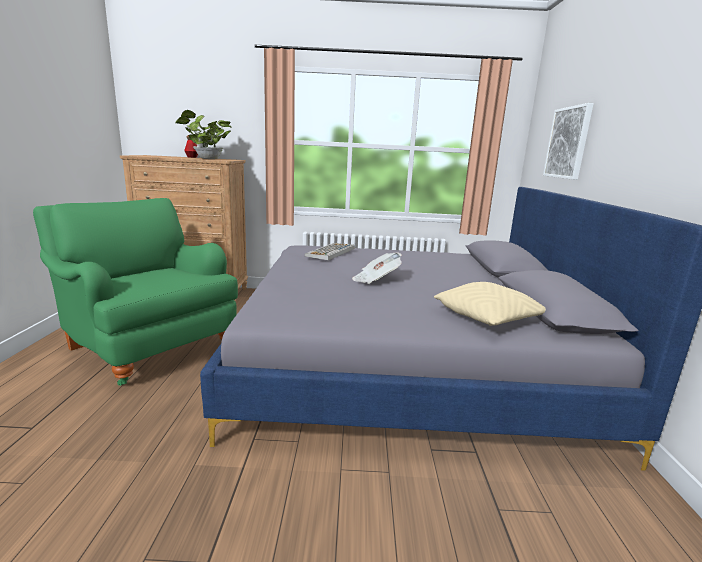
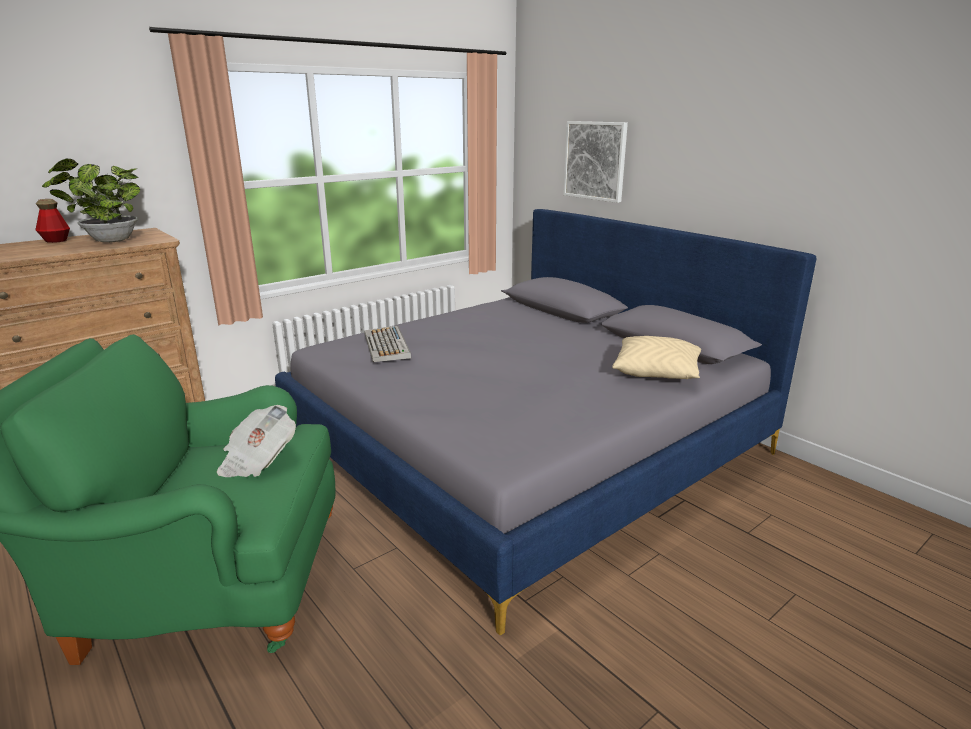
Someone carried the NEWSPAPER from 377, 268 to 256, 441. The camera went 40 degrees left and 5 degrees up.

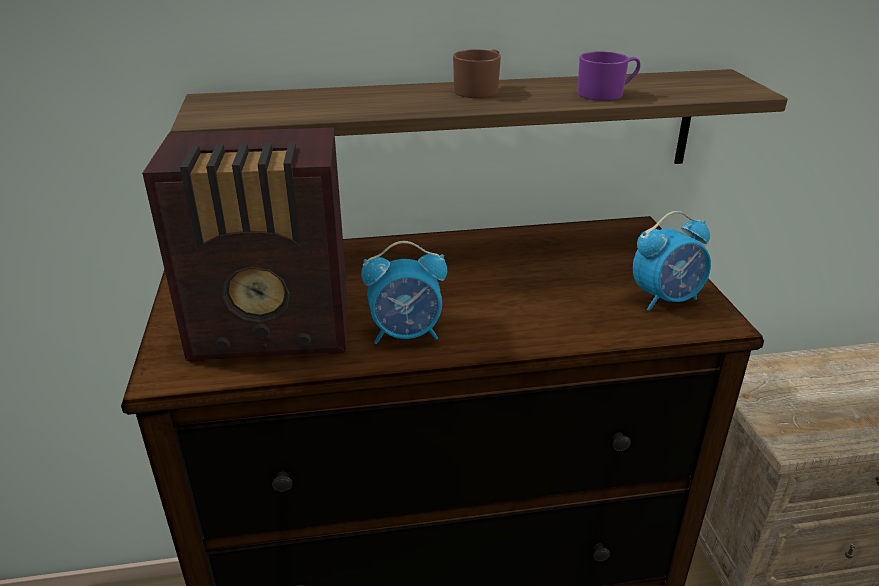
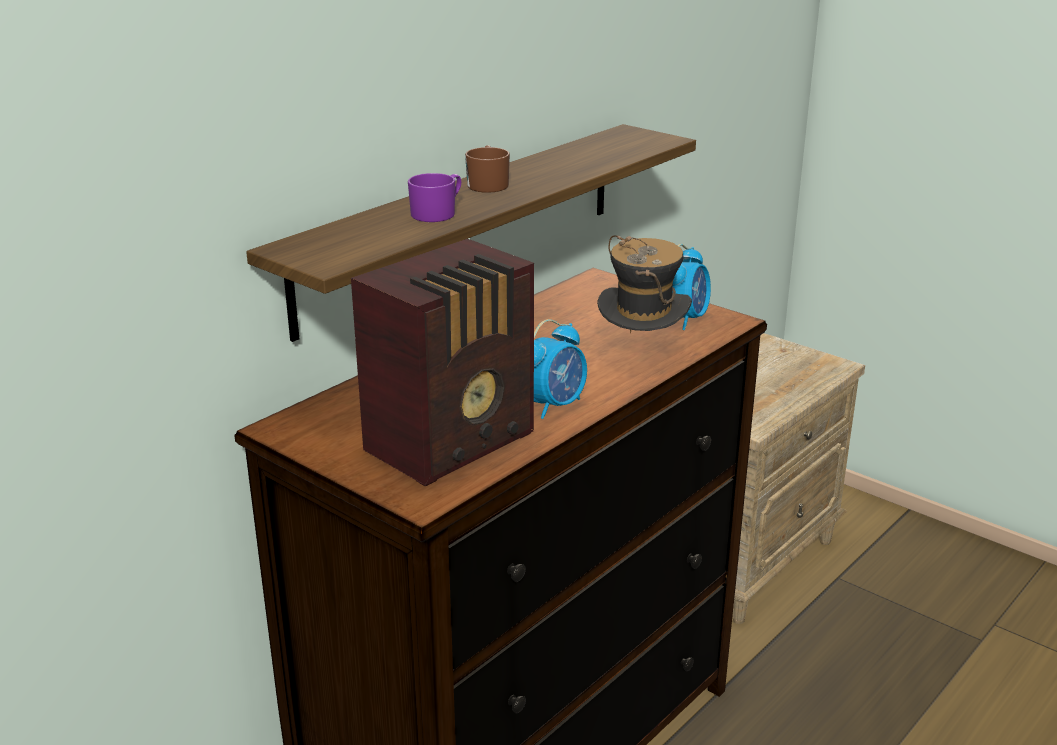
Someone carried the PURPLE MUG from 609, 76 to 434, 197. Someone put down the HAT at 644, 284. The camera went 40 degrees left and 5 degrees down.

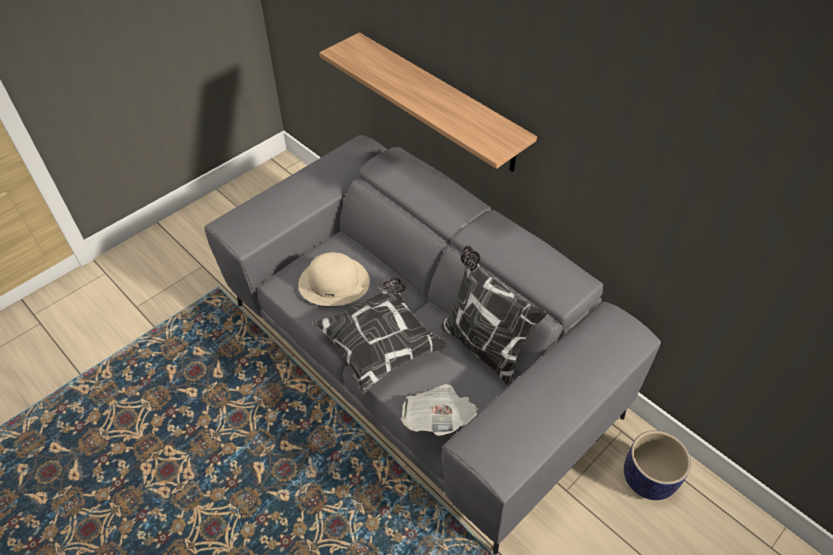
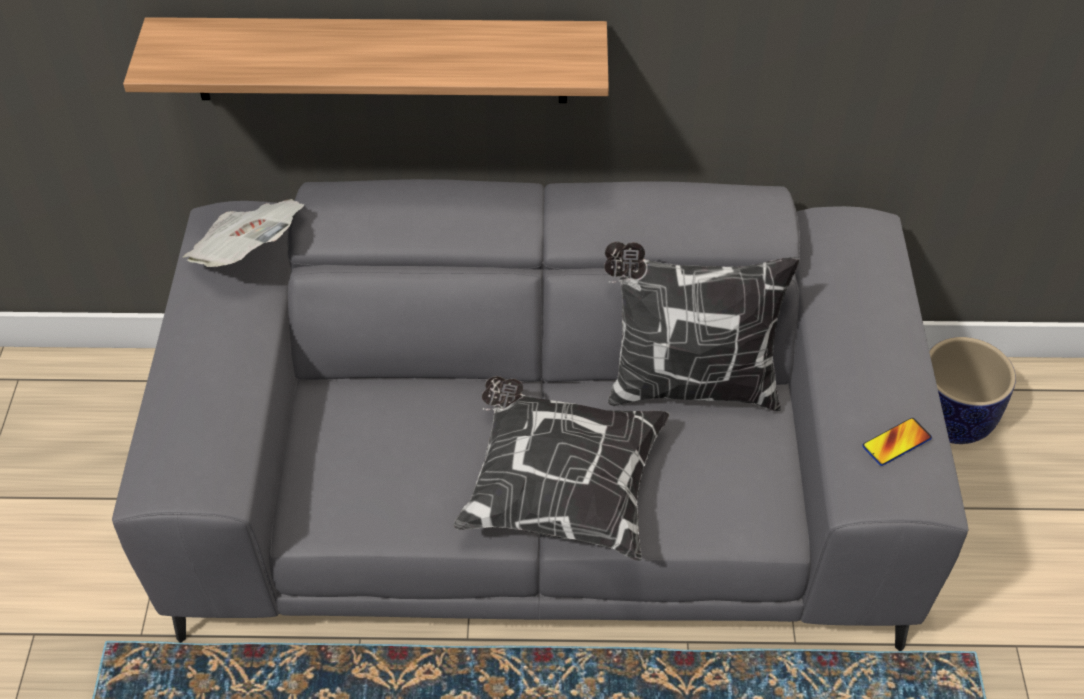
Someone took away the BEIGE HAT at 334, 279. Someone carried the NEWSPAPER from 439, 410 to 243, 233. Someone put down the PHONE at 897, 442. The camera went 45 degrees left and 0 degrees up.

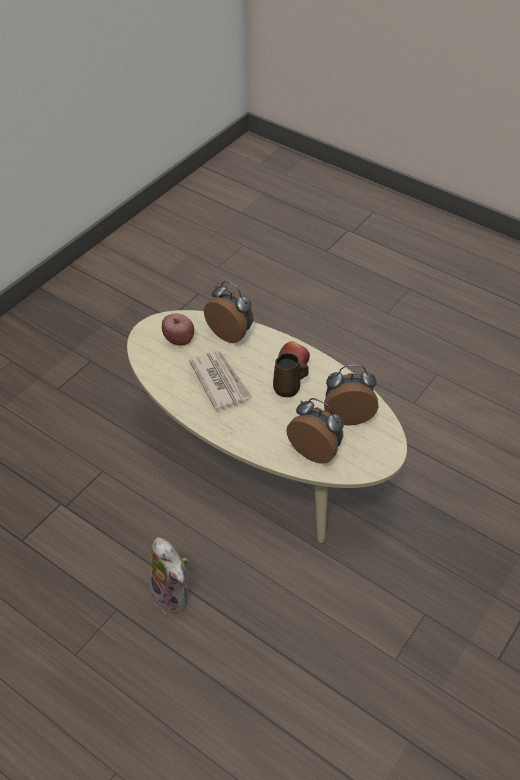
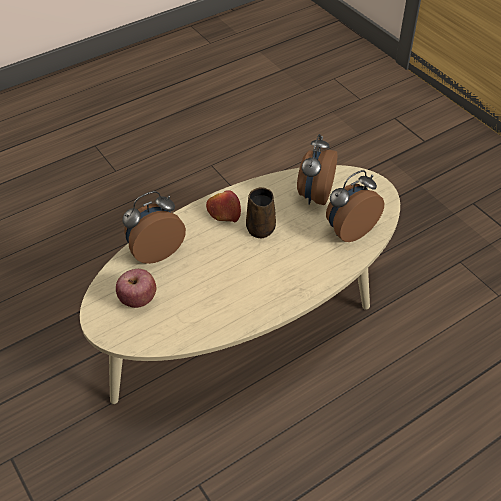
Someone took away the NEWSPAPER at 220, 381. Someone took away the PLUSH TOY at 168, 575. The camera went 70 degrees left and 0 degrees up.

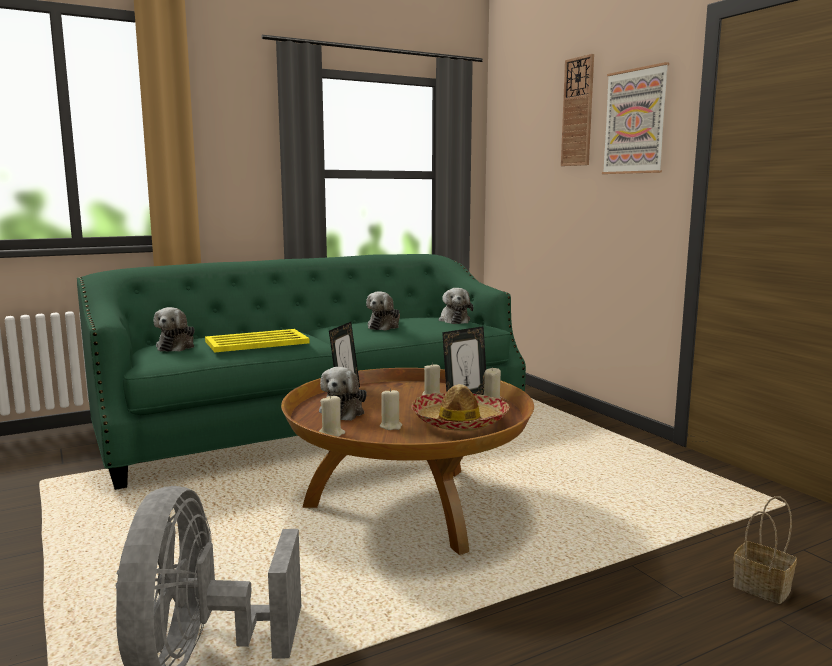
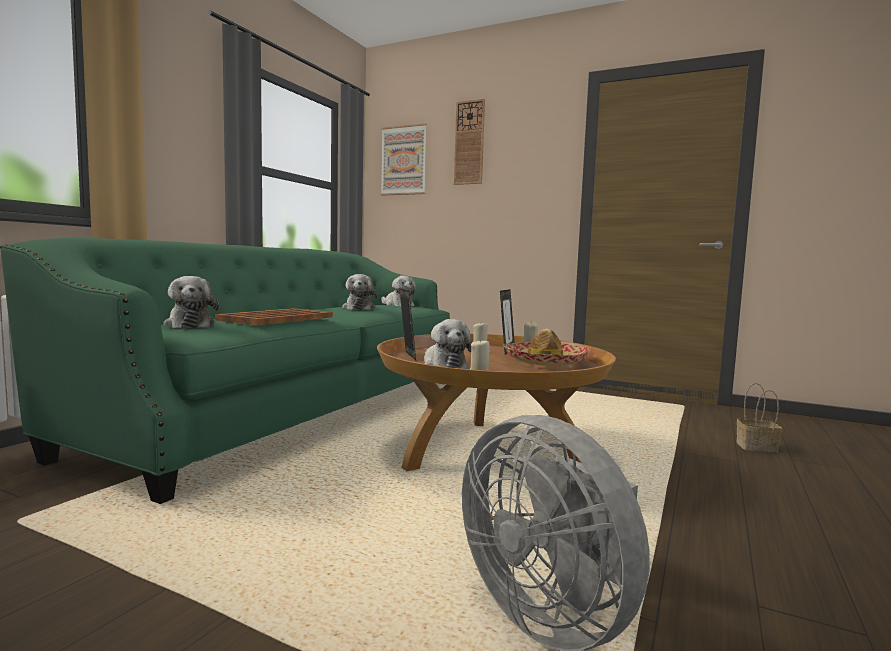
Someone carried the PICTURE from 635, 118 to 403, 159. Someone repainted the YELLOW TRAY at 257, 341, which became the BROWN TRAY at 274, 316. Someone took away the BEIGE CANDLE at 391, 409. The camera went 35 degrees left and 5 degrees down.

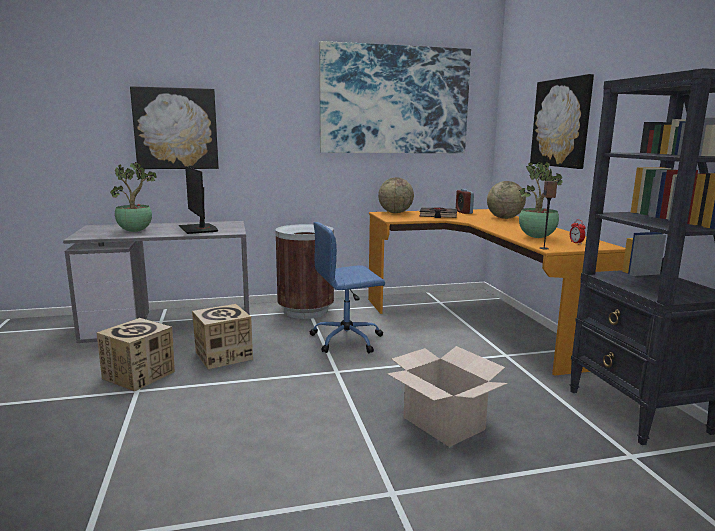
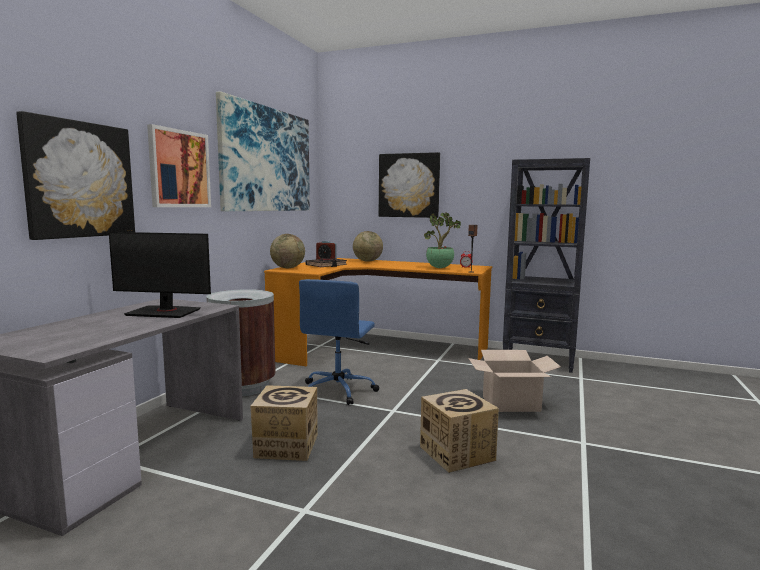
Someone took away the POTTED PLANT at 133, 197. Someone carried the CARDBOARD BOX from 136, 355 to 459, 431. Someone put up the PICTURE at 179, 165. The camera went 55 degrees left and 5 degrees down.

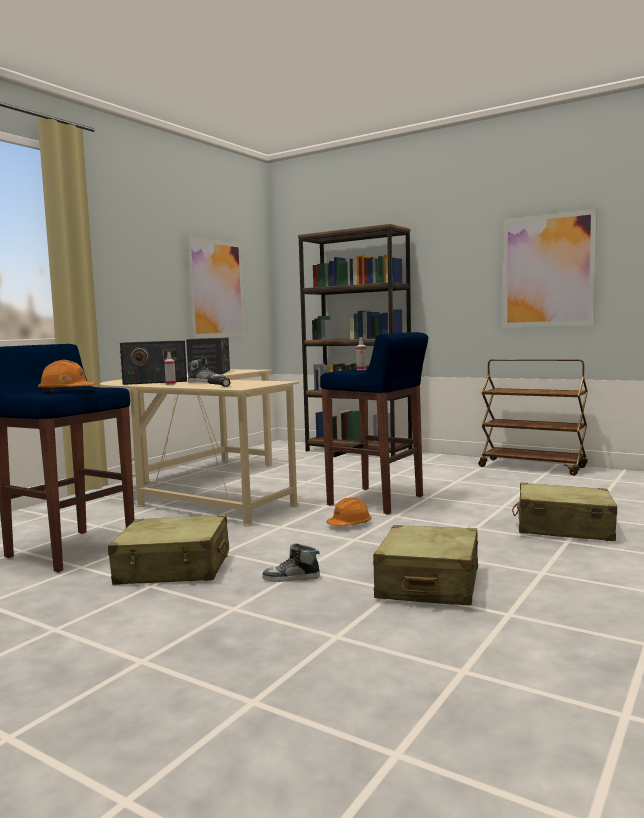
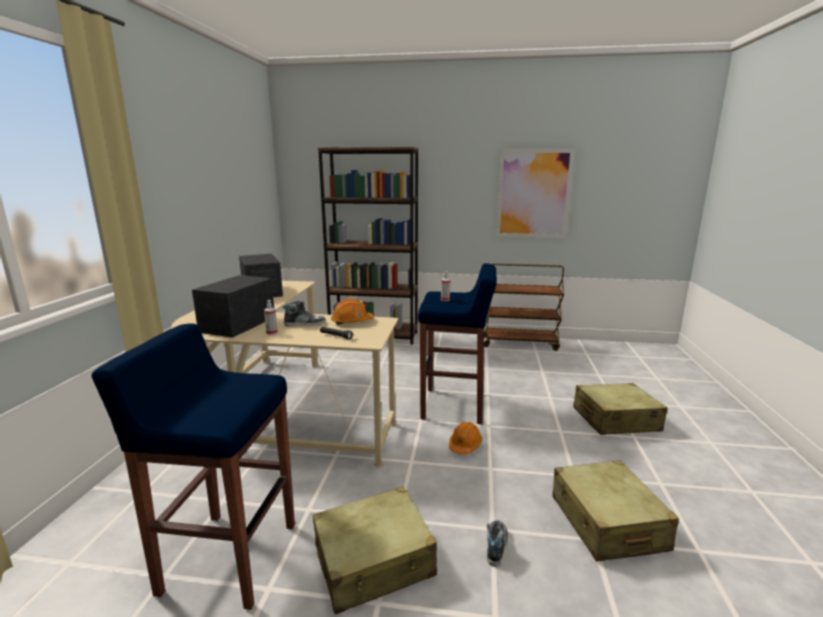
Someone took away the PICTURE at 215, 287. Someone rotated the RADIO at 153, 362 by 150 degrees clockwise. Someone carried the ORANGE HARD HAT from 66, 376 to 352, 311. Someone rotated the SHOE at 291, 562 by 135 degrees clockwise. The camera went 25 degrees left and 10 degrees up.

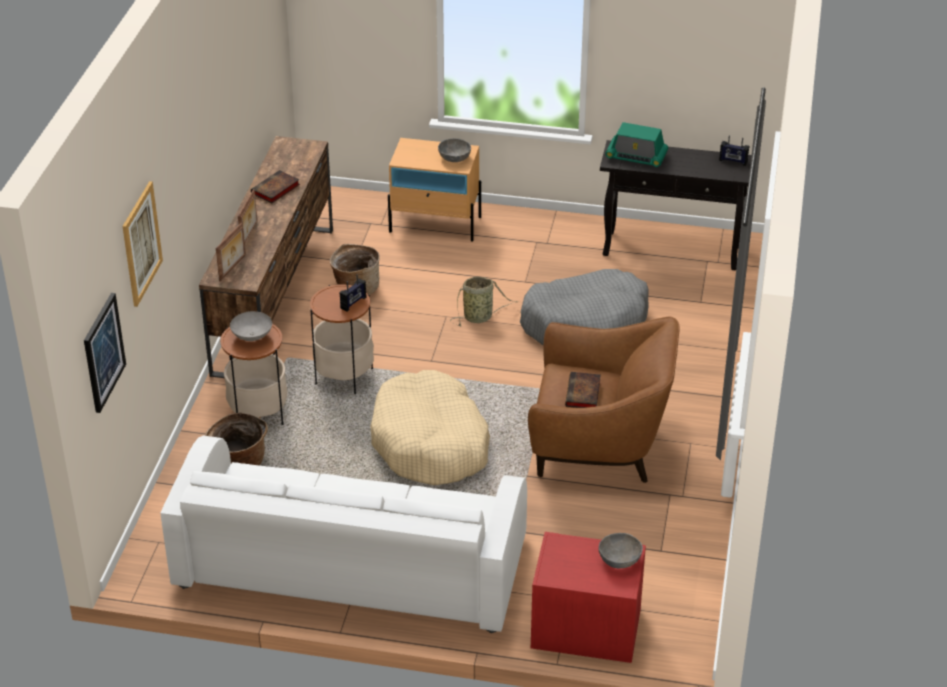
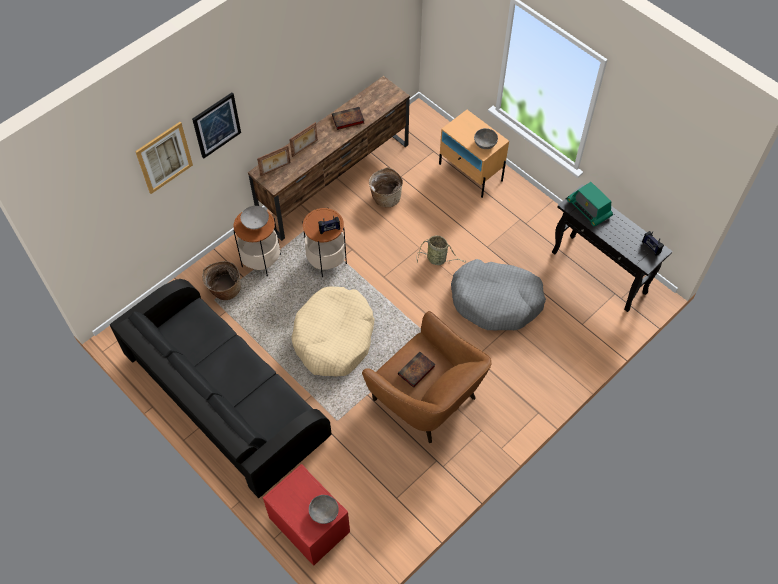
Someone carried the PICTURE from 105, 353 to 216, 125. Someone repainted the WHITE SOFA at 344, 534, which became the BLACK SOFA at 220, 388. The camera went 35 degrees right and 20 degrees up.

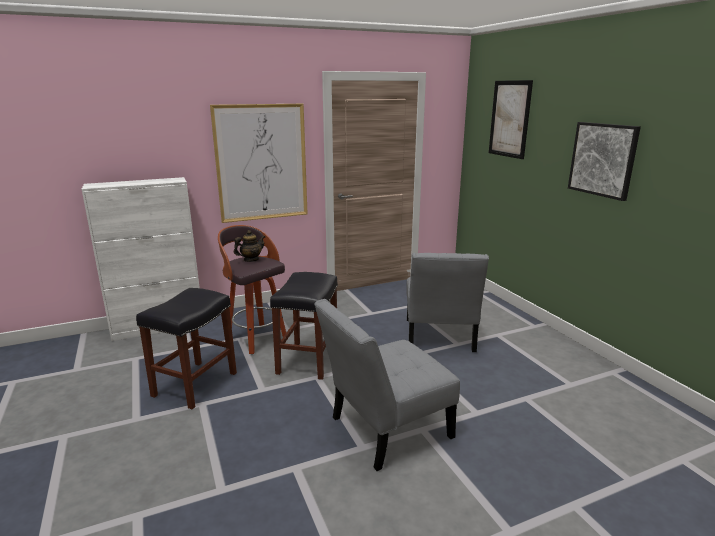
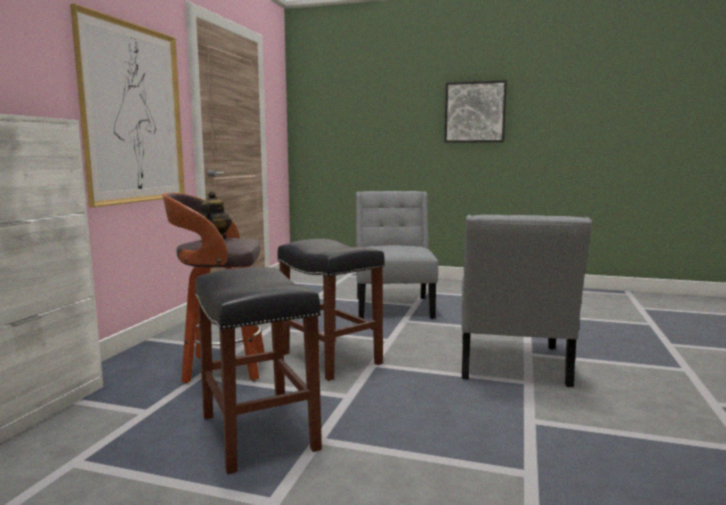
Someone took away the PICTURE at 511, 119. Someone rotated the GREY CHAIR at 447, 302 by 135 degrees counterclockwise. The camera went 50 degrees left and 10 degrees down.

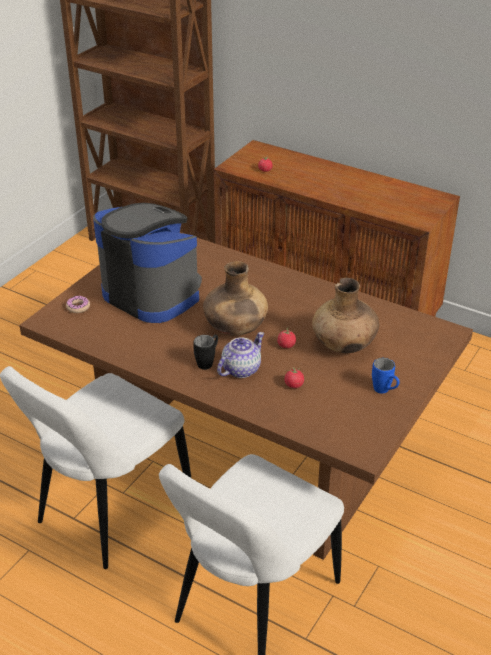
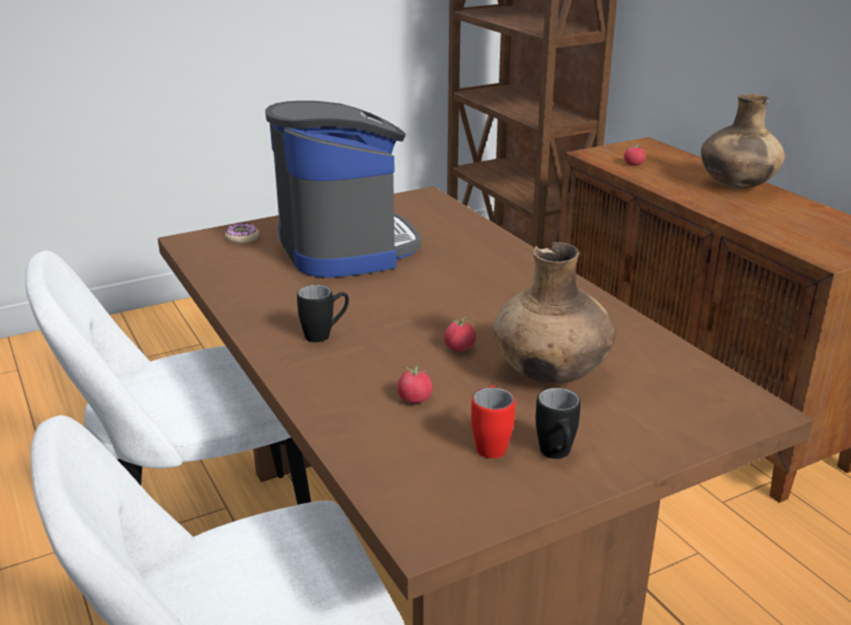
Someone carried the BROWN VASE from 235, 298 to 743, 141. Someone took away the TEAPOT at 241, 355. Someone repainted the BLUE MUG at 385, 375, which became the BLACK MUG at 558, 423. Someone put down the RED MUG at 493, 421. The camera went 30 degrees right and 10 degrees down.

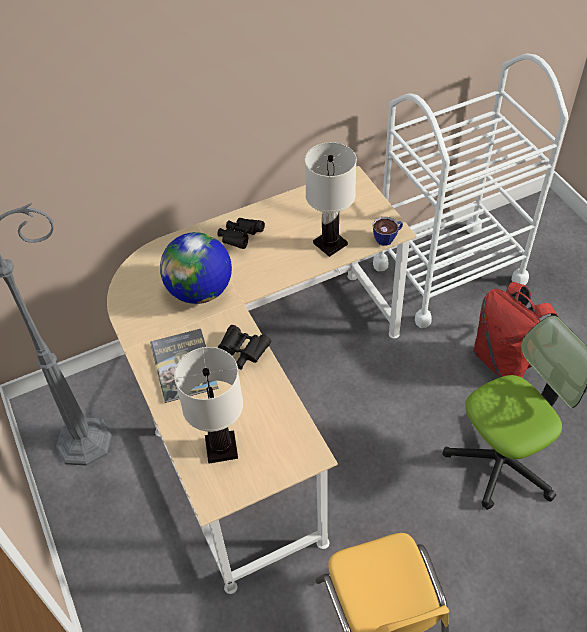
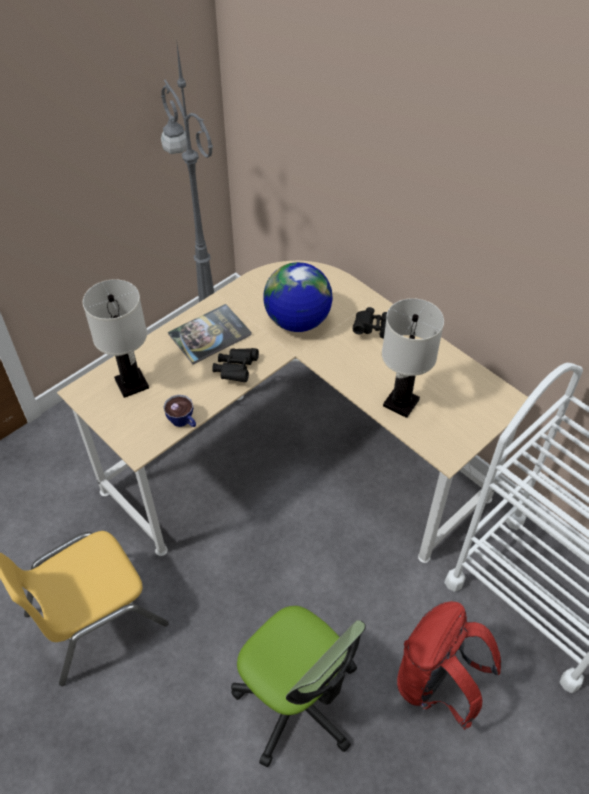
Someone carried the CUP from 388, 231 to 180, 411. The camera went 70 degrees right and 0 degrees up.

